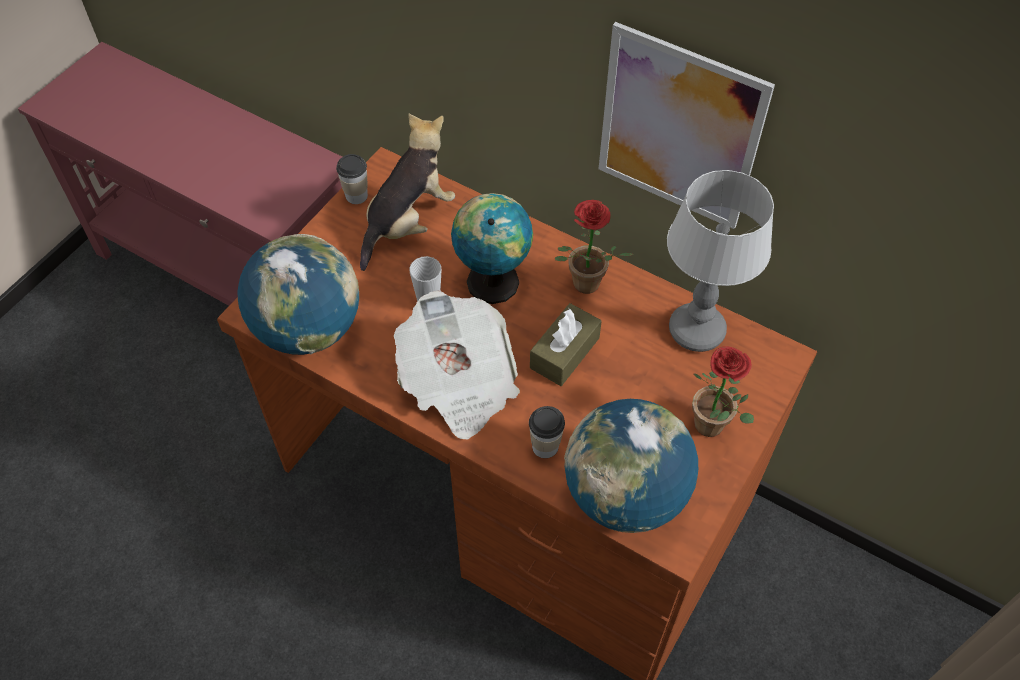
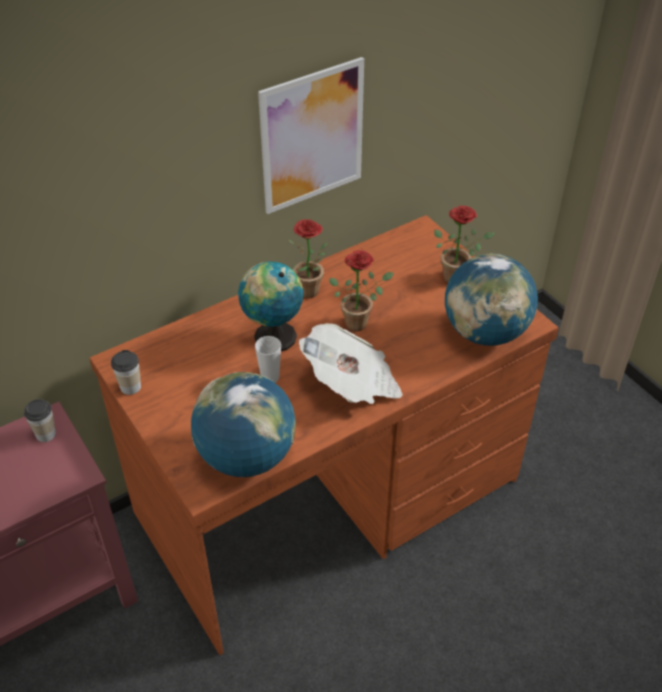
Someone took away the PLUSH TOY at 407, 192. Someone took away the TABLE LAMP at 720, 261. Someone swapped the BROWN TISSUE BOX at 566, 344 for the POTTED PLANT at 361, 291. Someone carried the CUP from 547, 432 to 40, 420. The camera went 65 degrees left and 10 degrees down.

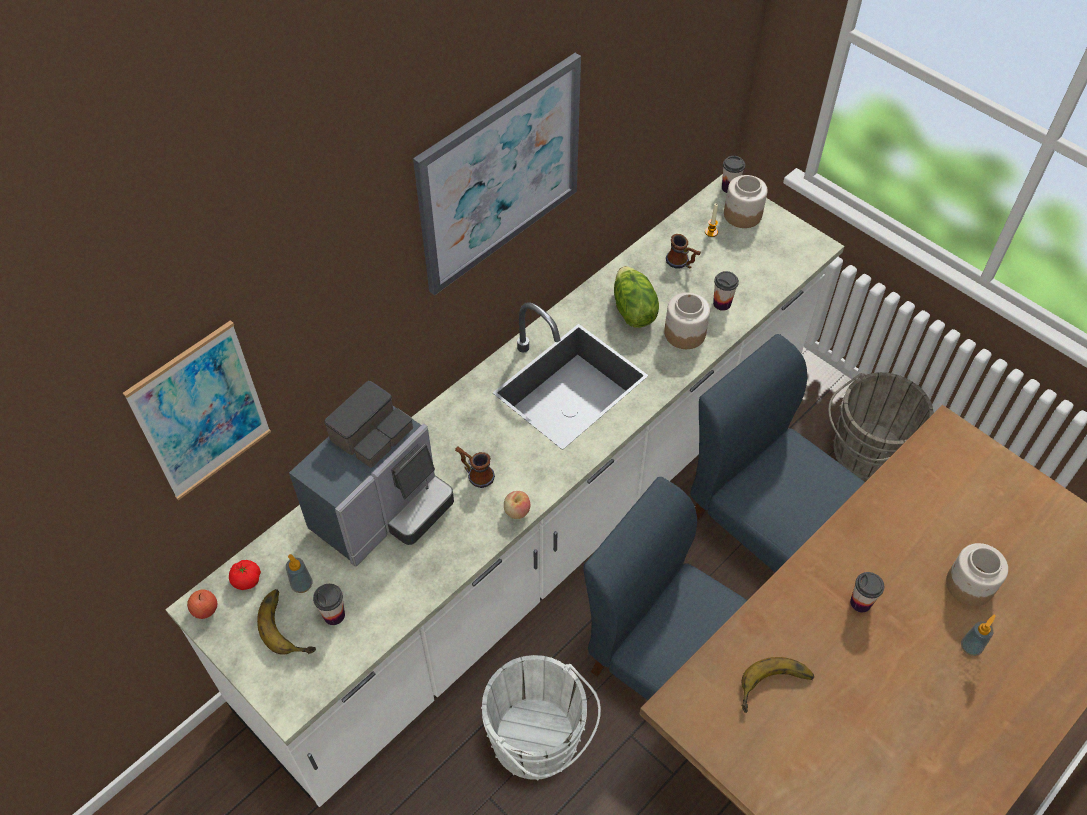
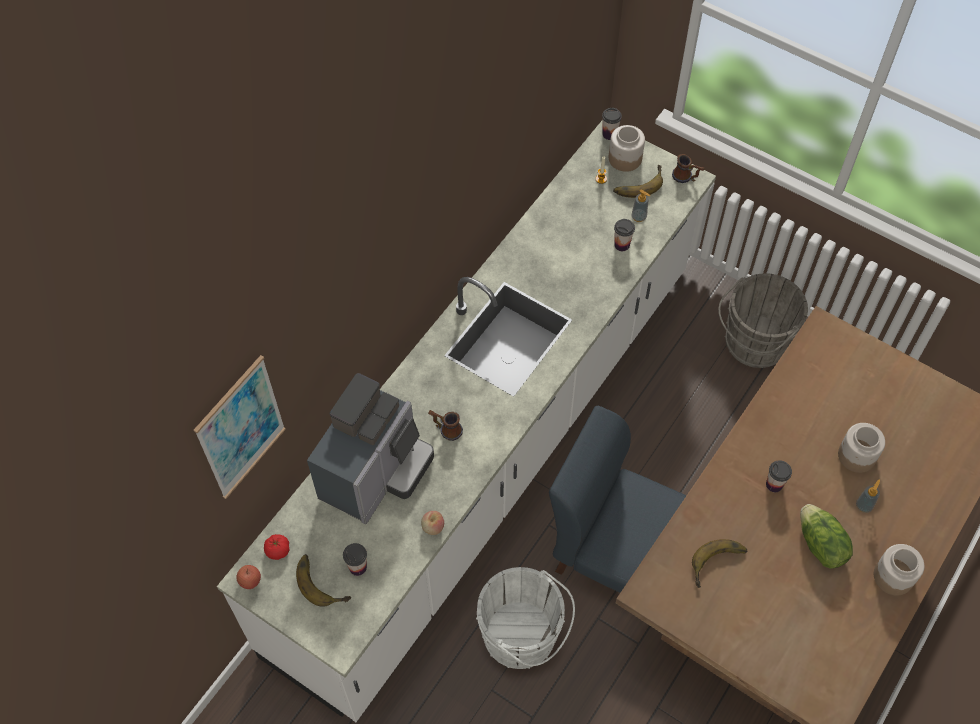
Someone took away the PICTURE at 497, 174. Someone carried the MUG from 683, 251 to 688, 168. Someone carried the LETTUCE from 636, 297 to 826, 536. Someone carried the JAR from 687, 320 to 899, 569. Someone took away the BLUE CHAIR at 777, 453. Someone carried the APPLE from 517, 505 to 432, 523. Someone carried the SOAP DISPENSER from 299, 573 to 641, 205. Someone put down the BANANA at 638, 181. The camera went 10 degrees left and 5 degrees up.

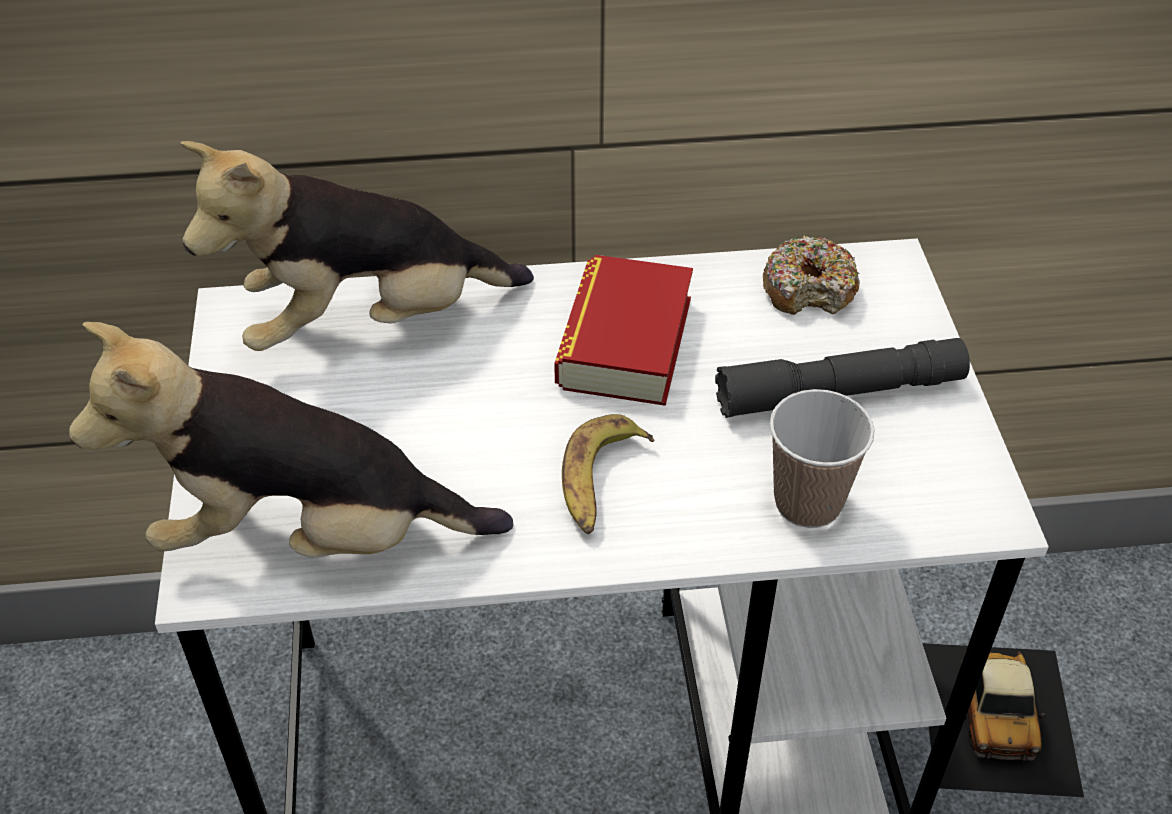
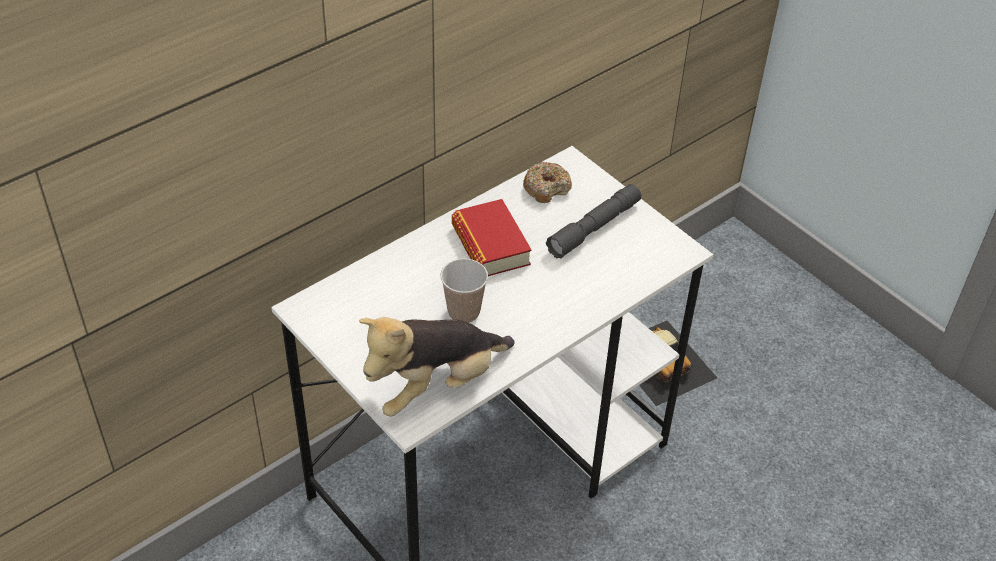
Someone took away the PLUSH TOY at 357, 246. Someone carried the CUP from 822, 458 to 464, 291. Someone took away the BANANA at 608, 474. The camera went 35 degrees left and 0 degrees up.

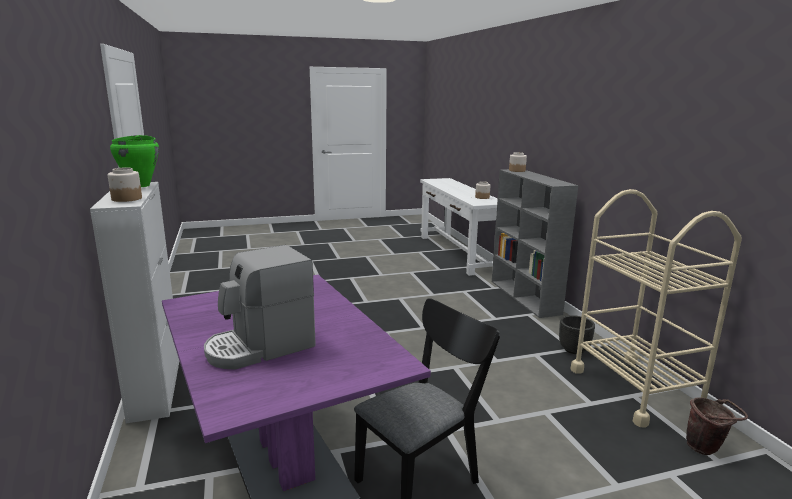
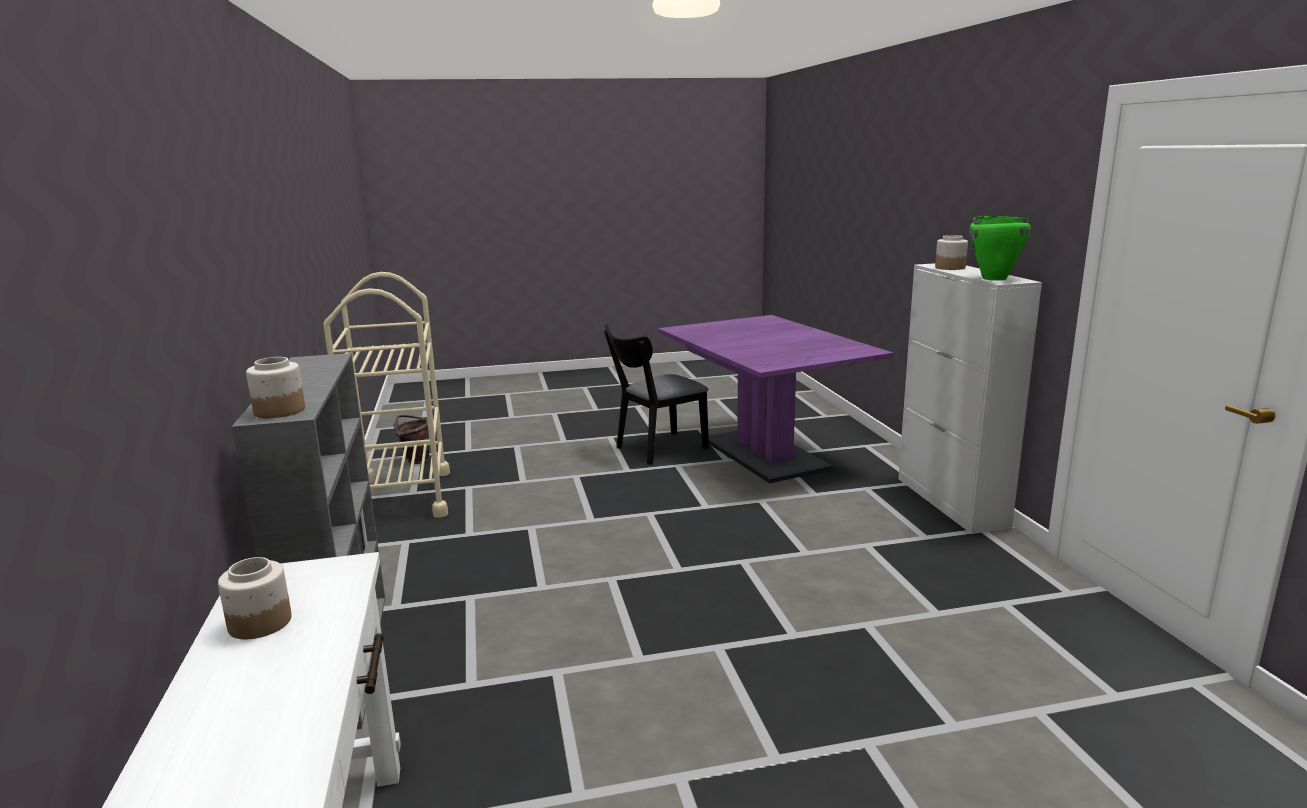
Someone took away the COFFEE MACHINE at 260, 307. Someone took away the BLACK PLANTER at 577, 334. The camera went 175 degrees left and 0 degrees up.

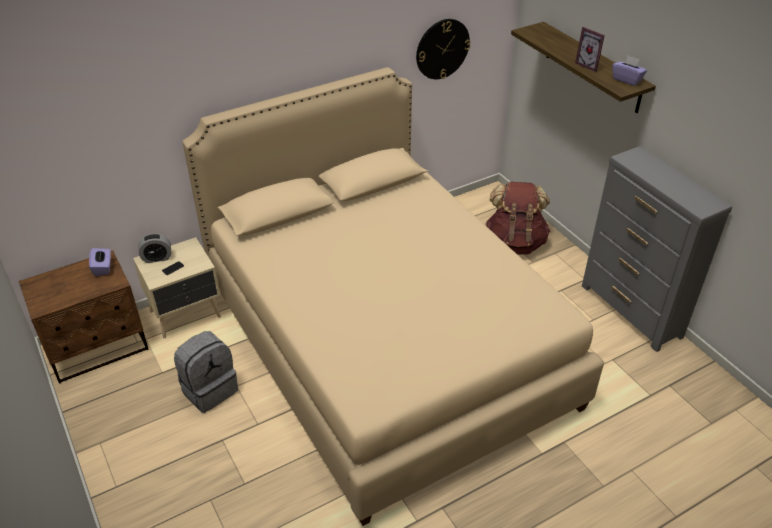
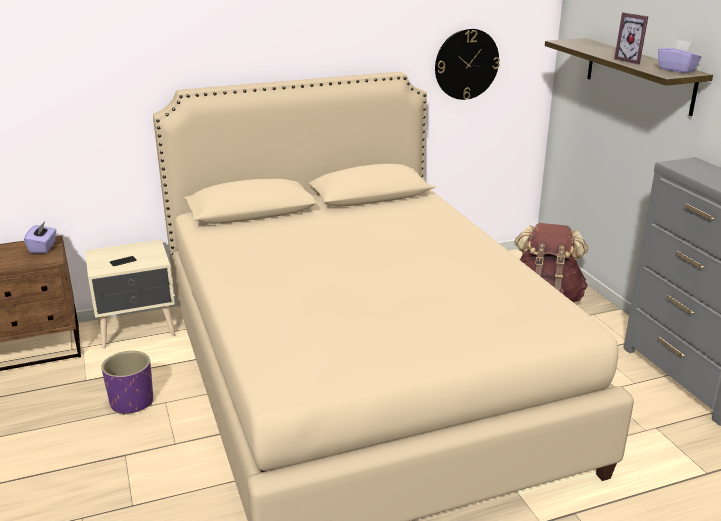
Someone took away the ALARM CLOCK at 155, 248. Someone swapped the GREY BACKPACK at 206, 372 for the PURPLE PLANTER at 127, 383. The camera went 10 degrees right and 15 degrees down.

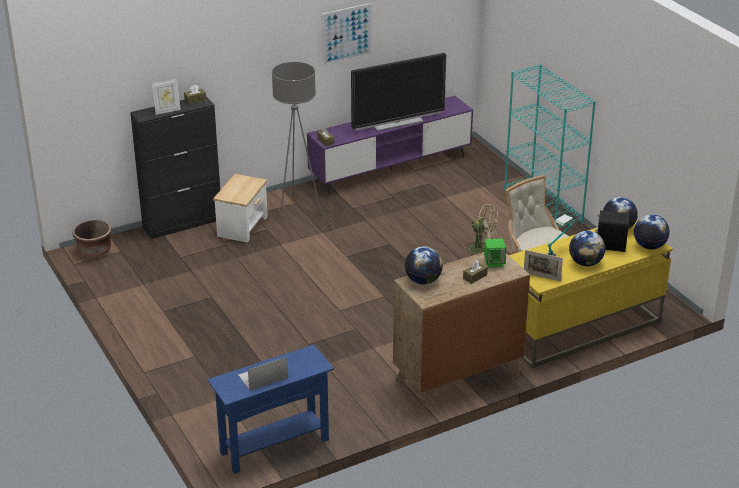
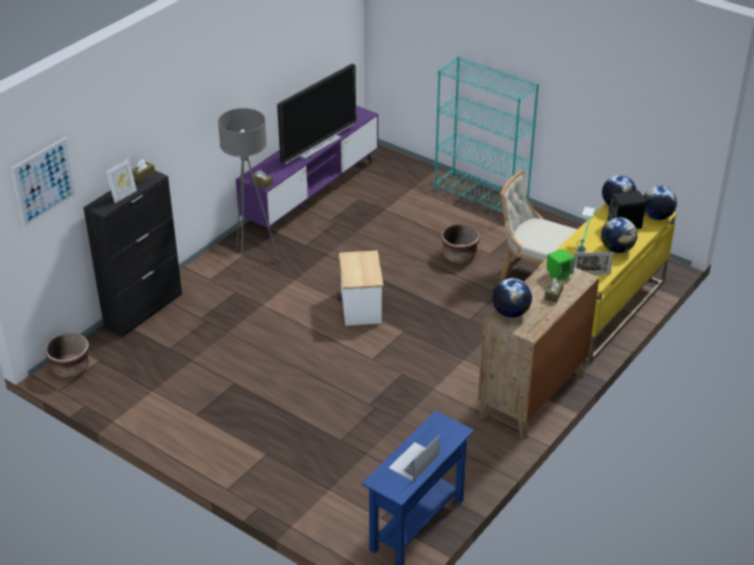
Someone carried the PICTURE from 347, 34 to 44, 182. Someone carried the SIDE TABLE from 240, 208 to 361, 288. Someone swapped the GREEN FAN at 483, 229 for the BROWN PLANTER at 460, 244. The camera went 25 degrees left and 5 degrees up.

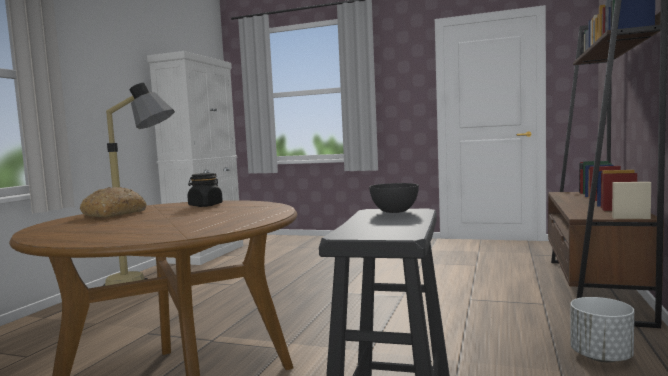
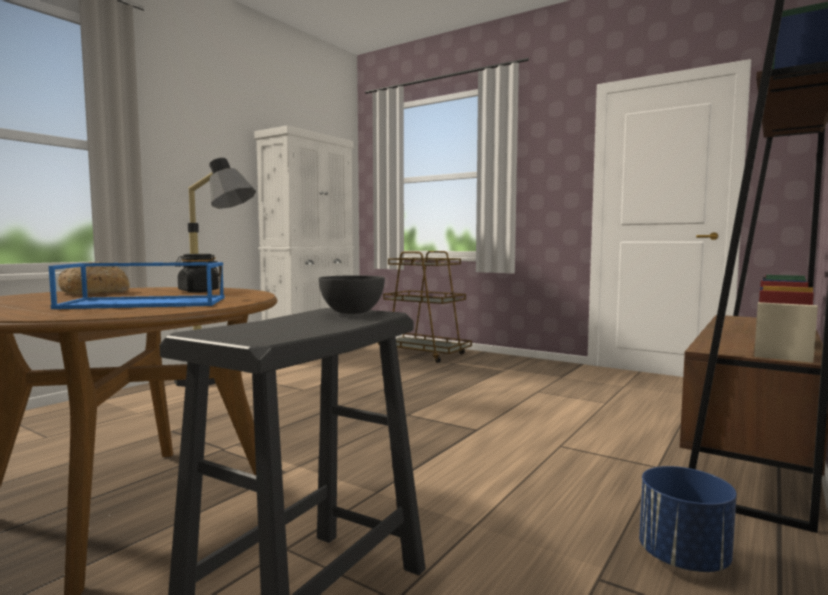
Someone repainted the WHITE PLANTER at 602, 329, which became the BLUE PLANTER at 688, 519. Someone put down the BROWN CART at 425, 307. Someone put down the BLUE TRAY at 137, 285. The camera went 15 degrees right and 0 degrees up.

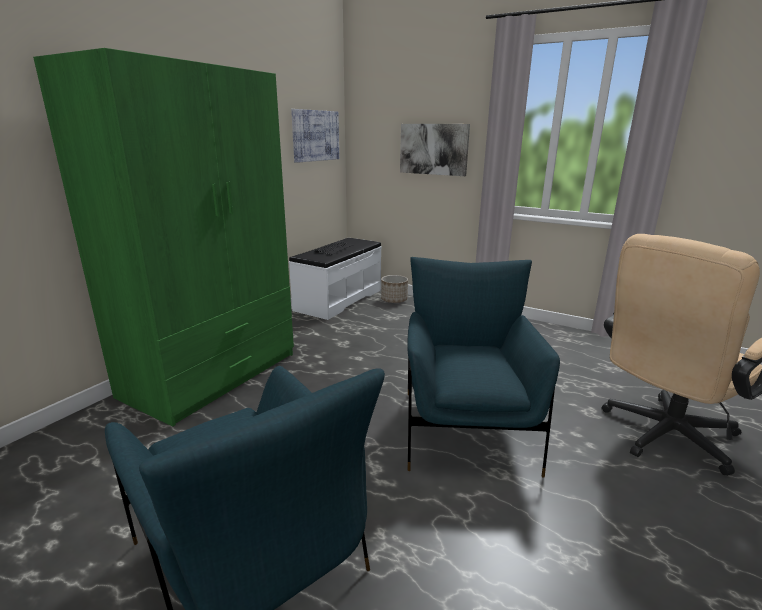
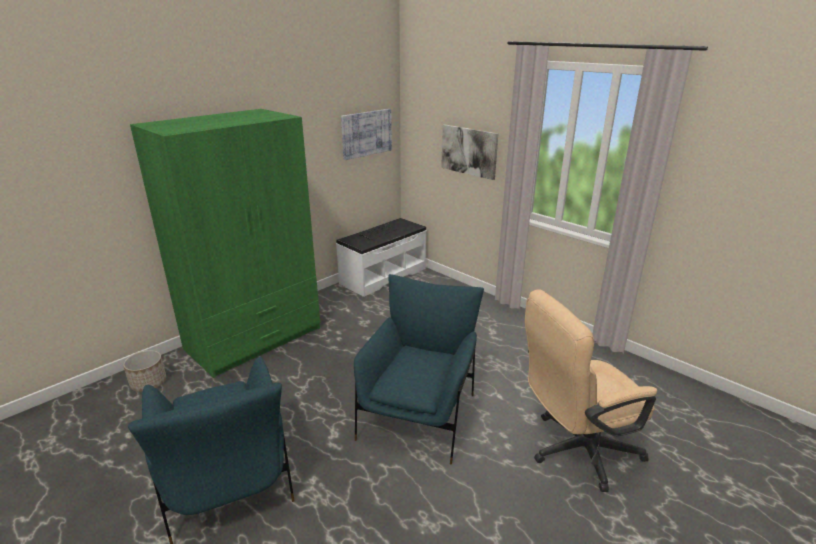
Someone carried the PLANTER from 394, 289 to 144, 371. The camera went 15 degrees right and 5 degrees up.

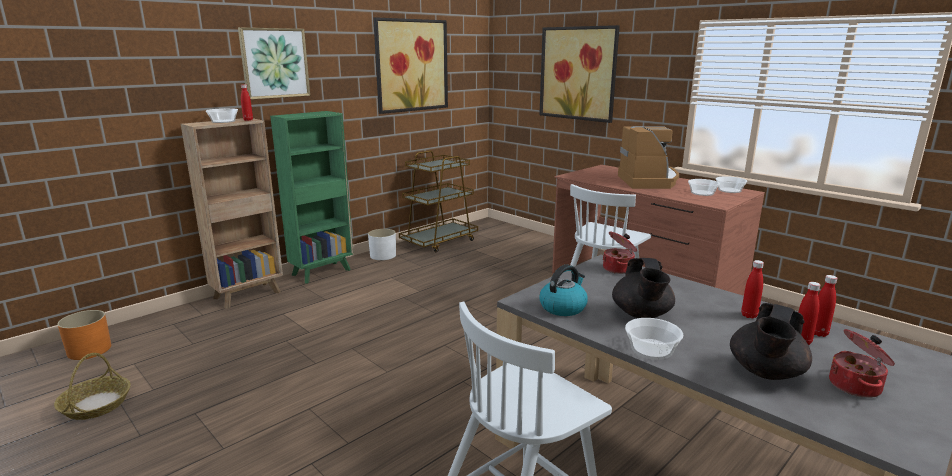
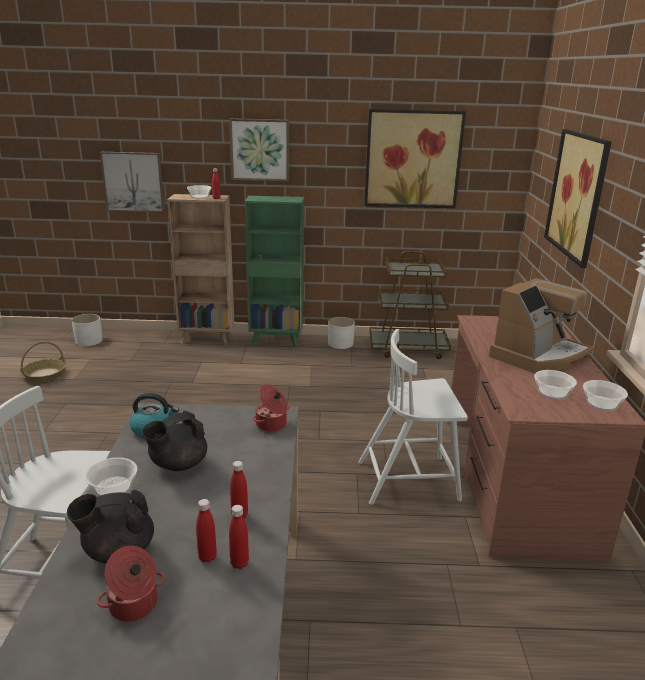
Someone repainted the ORANGE PLANTER at 84, 335, which became the WHITE PLANTER at 87, 330. Someone put up the PICTURE at 132, 182. The camera went 45 degrees right and 5 degrees up.

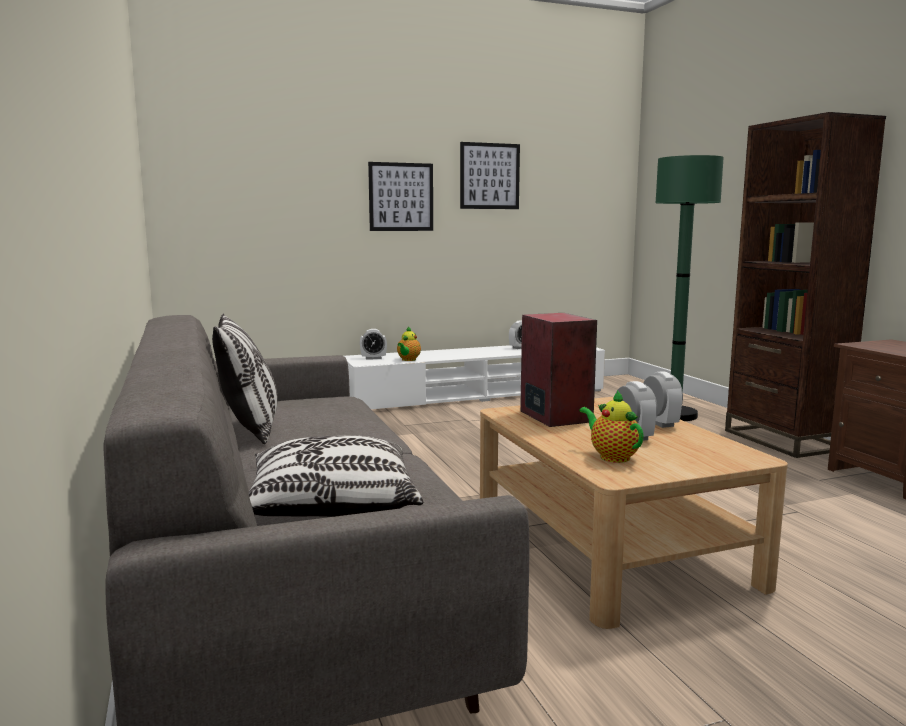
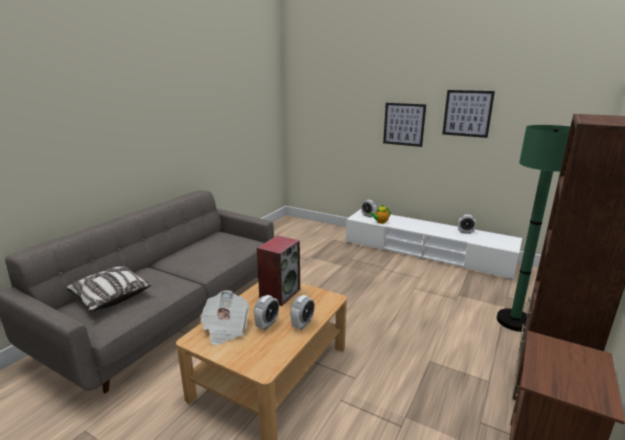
Someone took away the PILLOW at 245, 379. Someone swapped the TEAPOT at 611, 426 for the NEWSPAPER at 225, 317. The camera went 50 degrees right and 10 degrees up.

